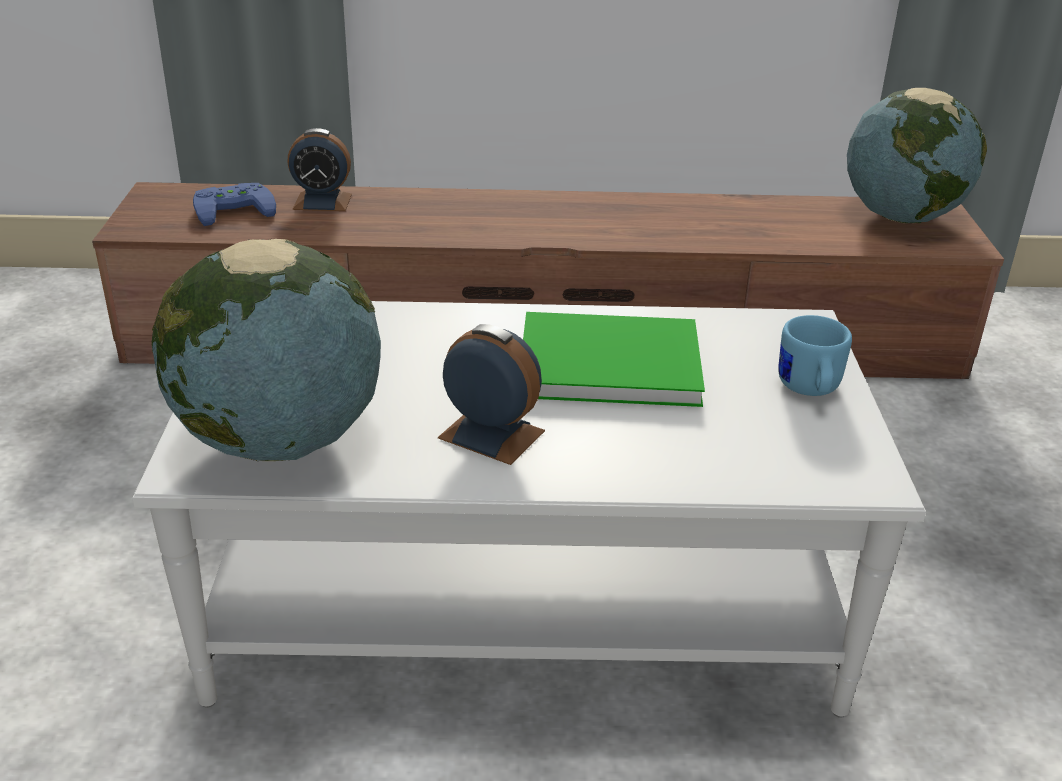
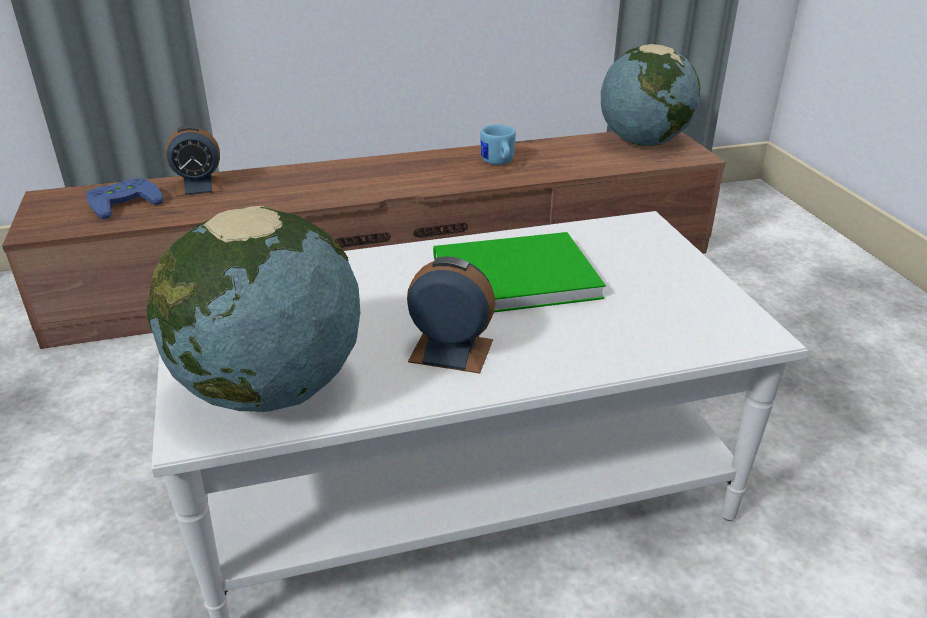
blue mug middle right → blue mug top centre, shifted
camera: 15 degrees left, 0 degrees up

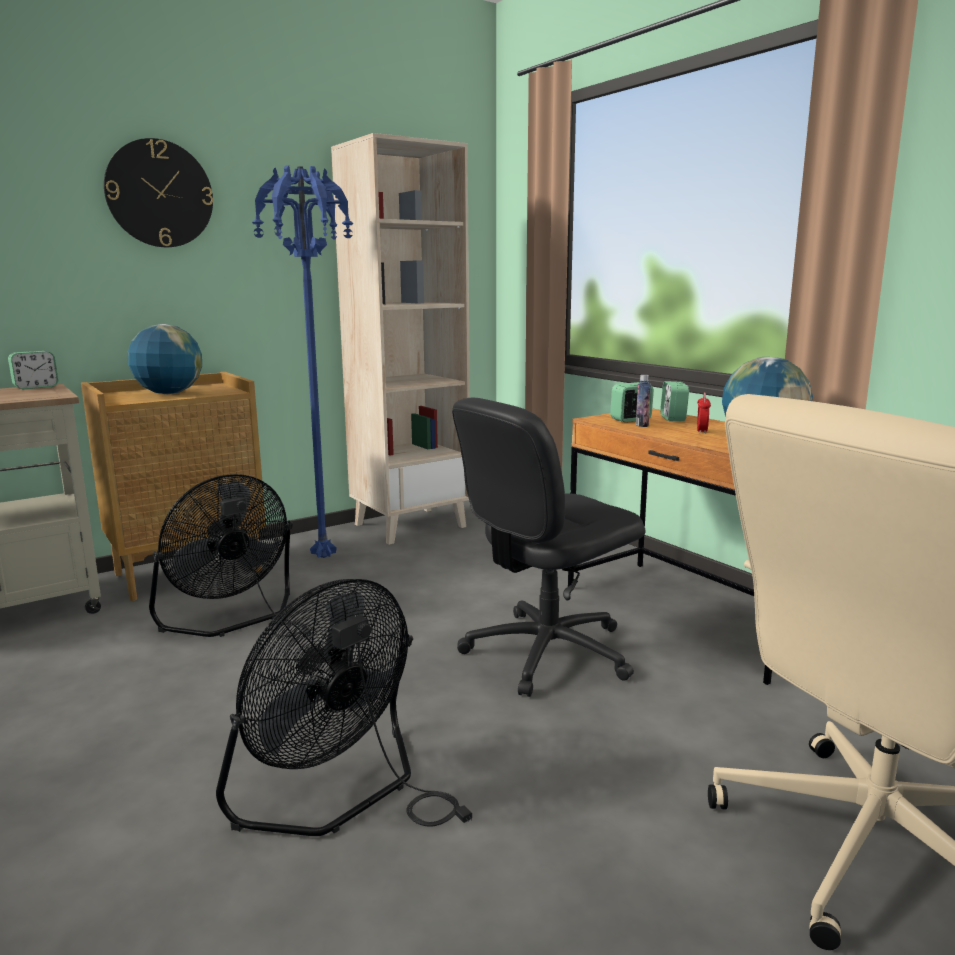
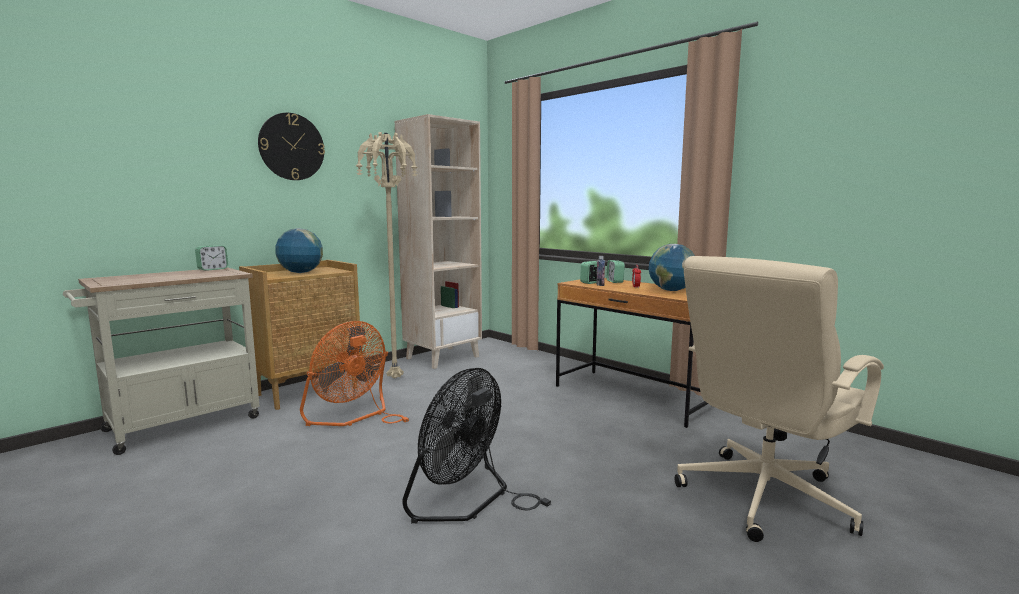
black office chair centre → -
black fan (no. 1 from left) middle left → orange fan centre
blue floor lamp middle left → beige floor lamp centre
camera: 10 degrees left, 5 degrees down

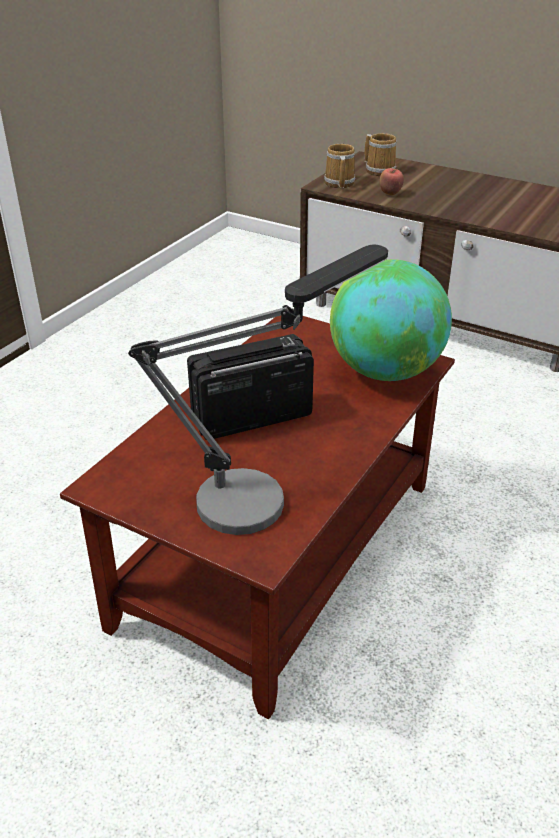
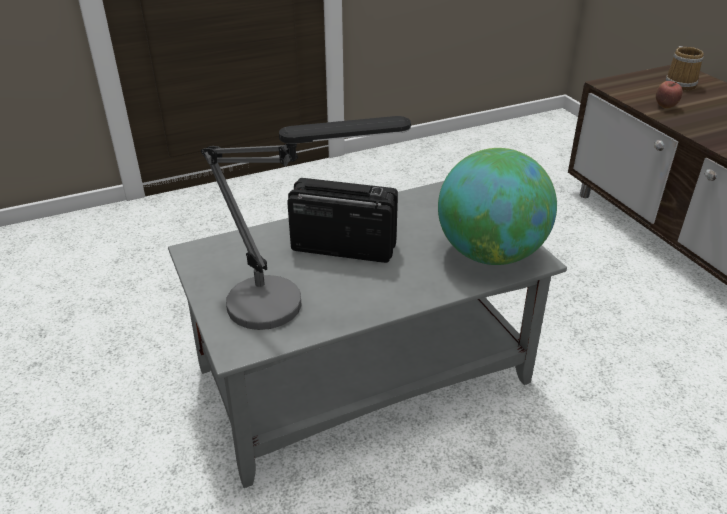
mug (no. 1 from left) top centre → -
brown coffee table centre → grey coffee table centre
camera: 35 degrees right, 0 degrees up

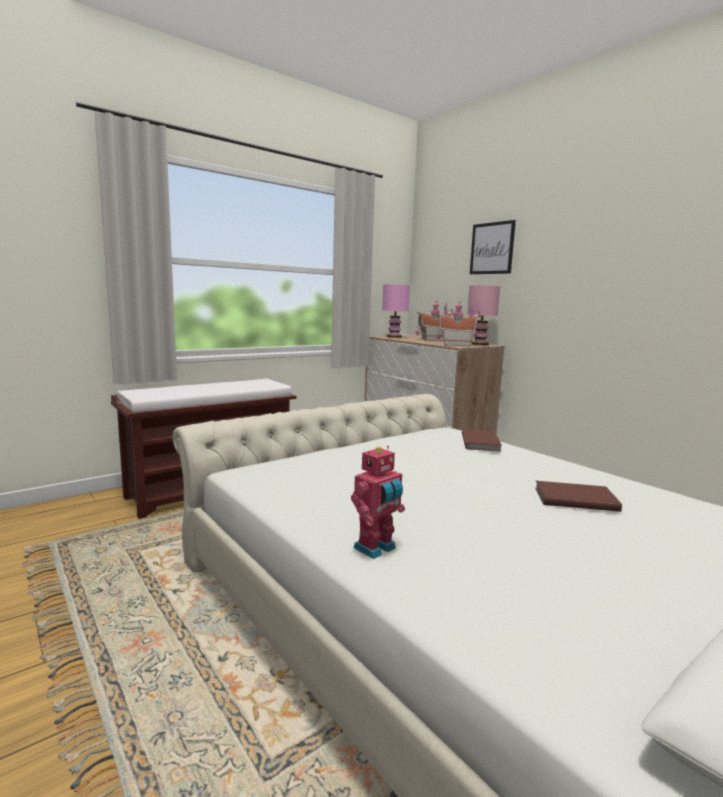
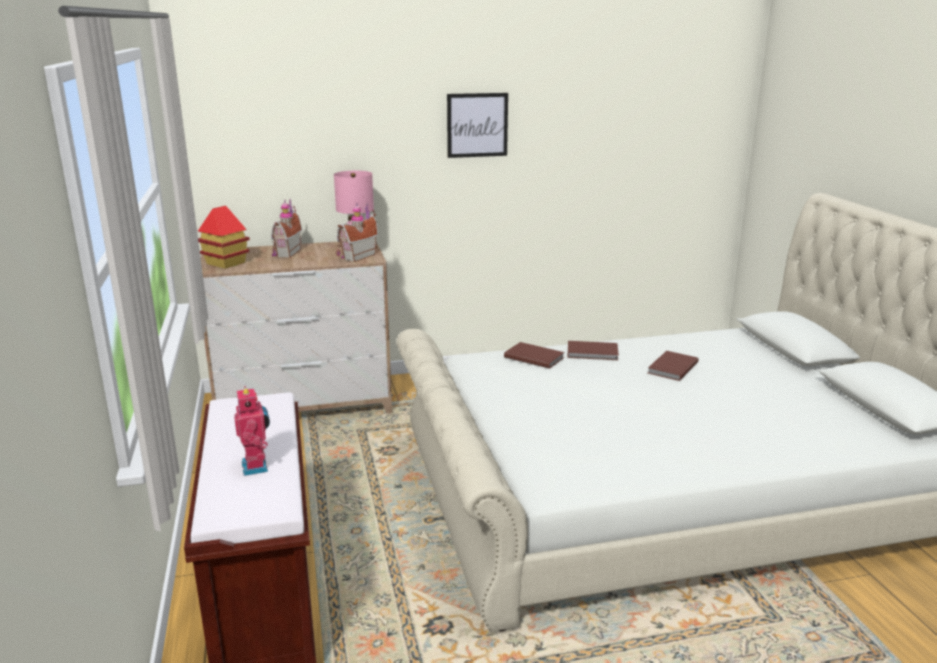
- → brown book (no. 2 from left) centre
toy robot centre → toy robot middle left, shifted
picture top right → picture top centre, shifted
pink table lamp (no. 1 from left) centre → toy house (no. 1 from left) middle left
camera: 65 degrees left, 10 degrees up

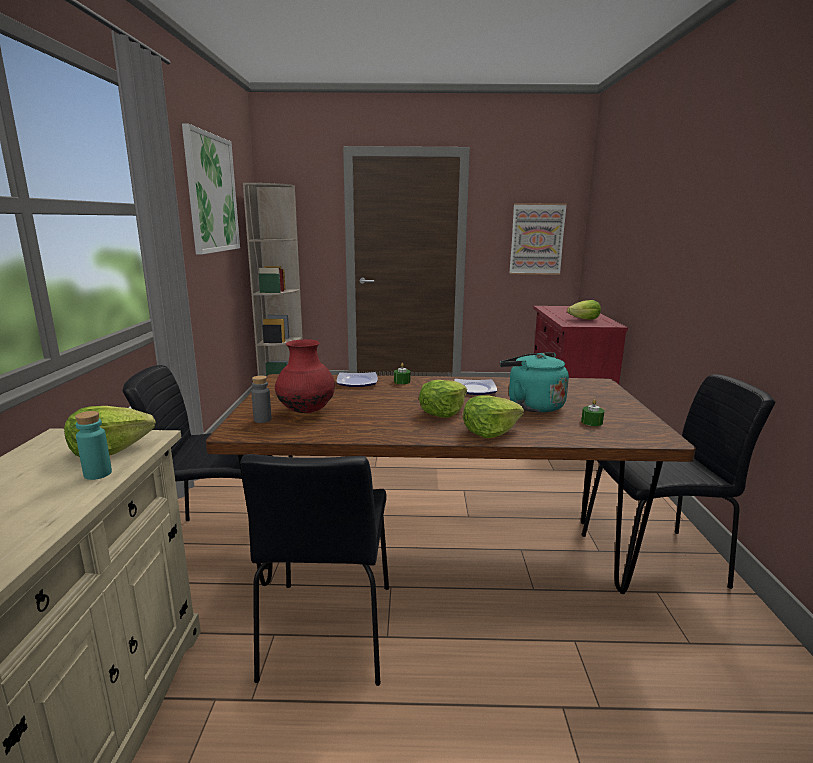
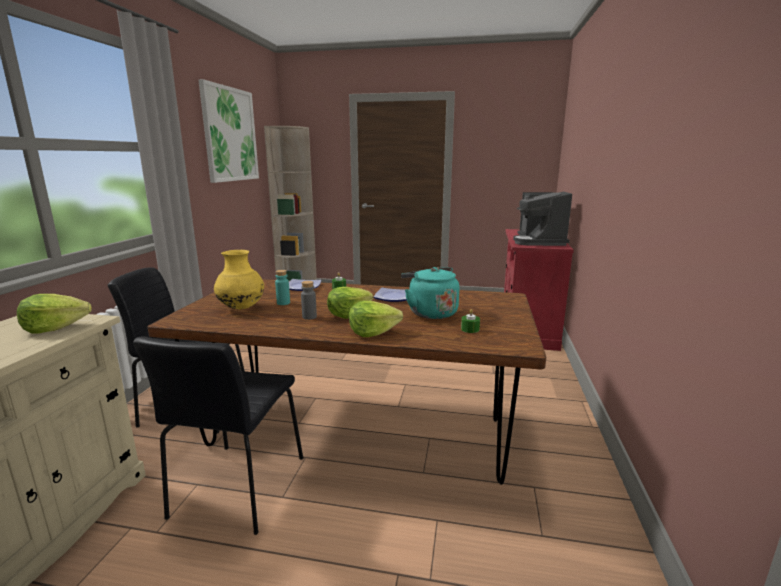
picture (no. 2 from left) top centre → -
black chair (no. 3 from left) middle right → -
turquoise bottle middle left → turquoise bottle centre, shifted
grey bottle middle left → grey bottle centre, shifted
lettuce (no. 4 from left) middle right → coffee machine middle right
red vase centre → yellow vase middle left
camera: 10 degrees right, 0 degrees up

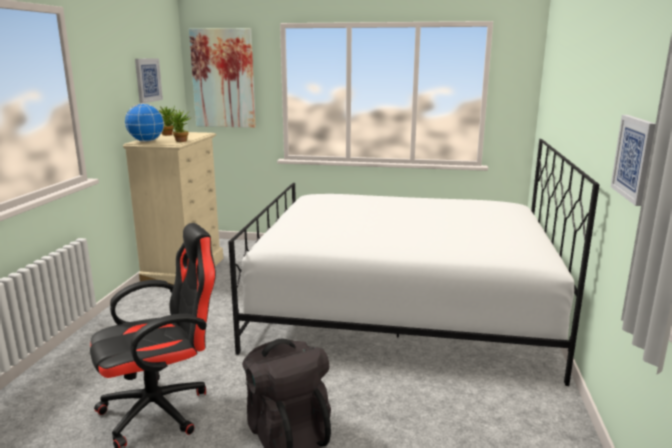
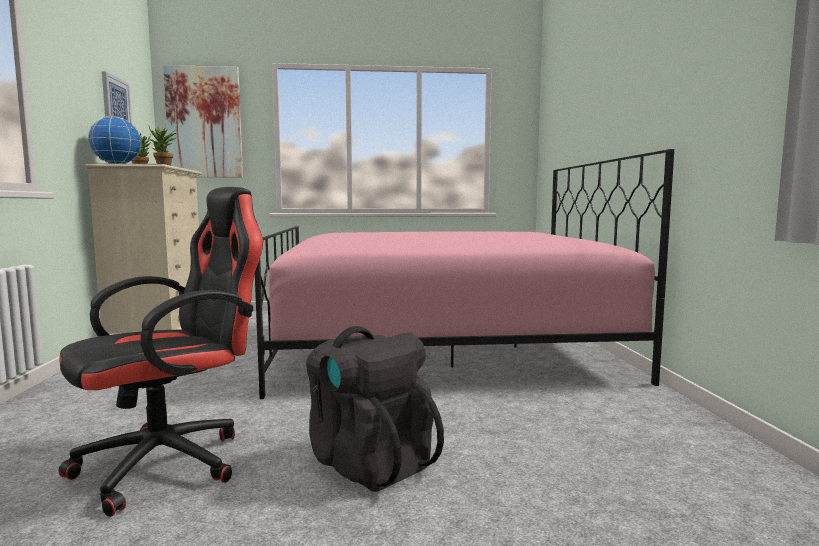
picture (no. 3 from left) middle right → -
white bed centre → pink bed centre
camera: 15 degrees left, 10 degrees down

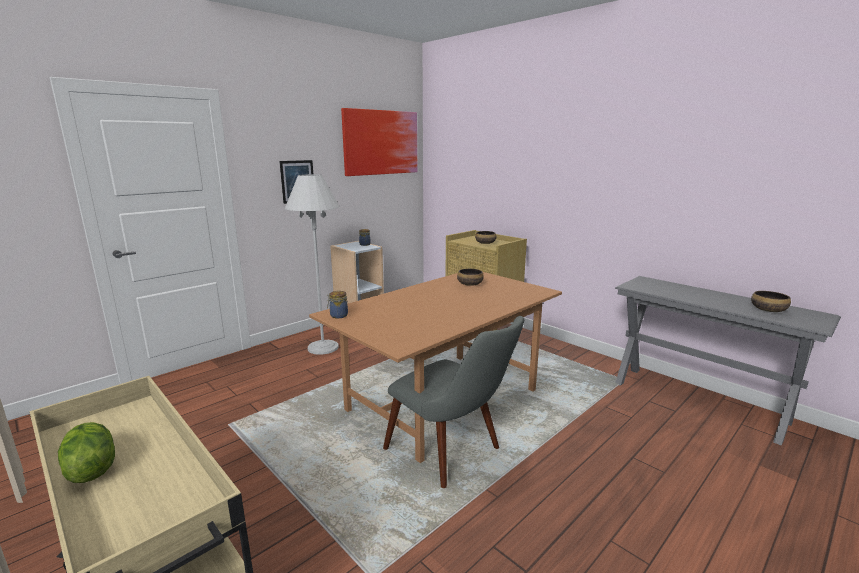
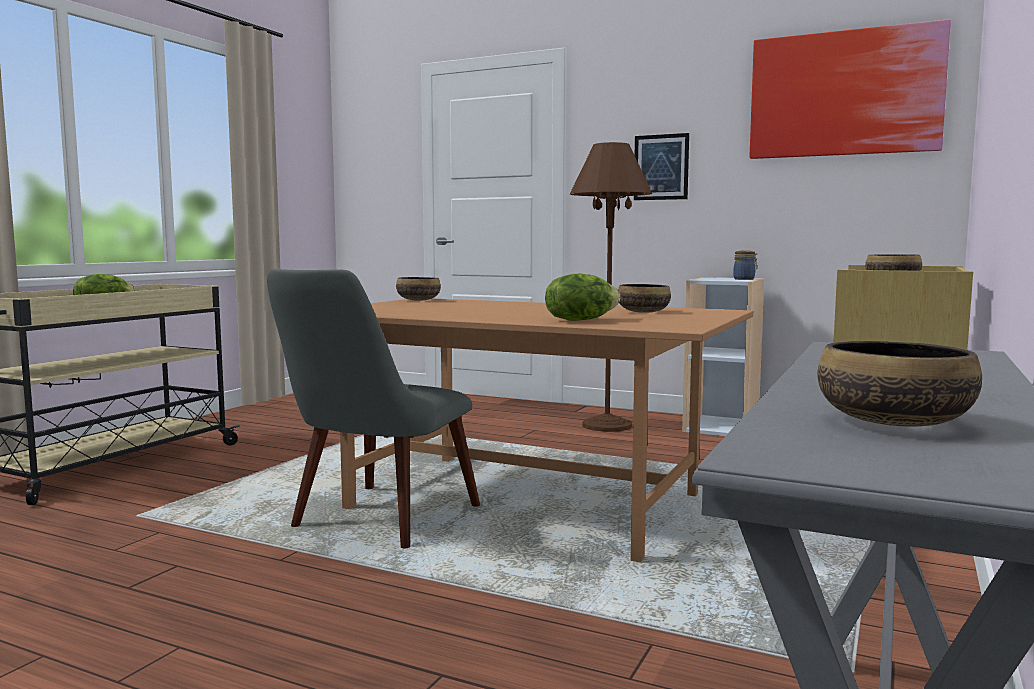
- → lettuce (no. 2 from left) centre
jar (no. 1 from left) centre → bowl (no. 1 from left) centre
white floor lamp centre → brown floor lamp centre
camera: 70 degrees right, 10 degrees down

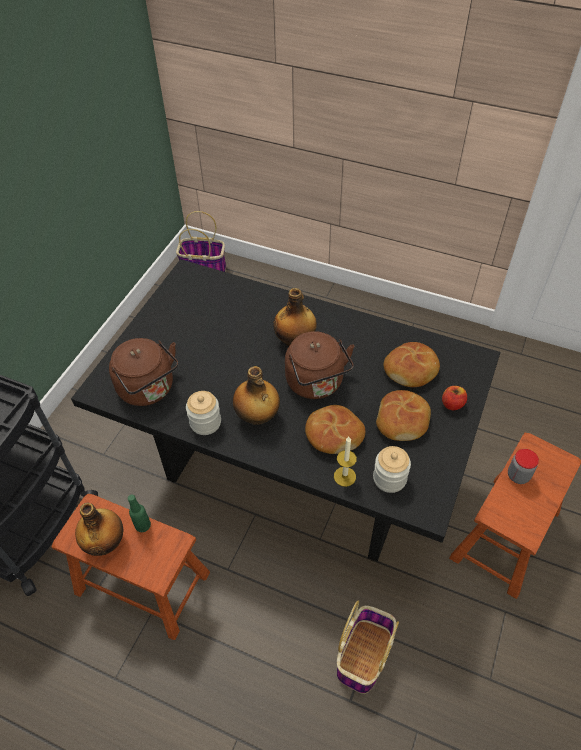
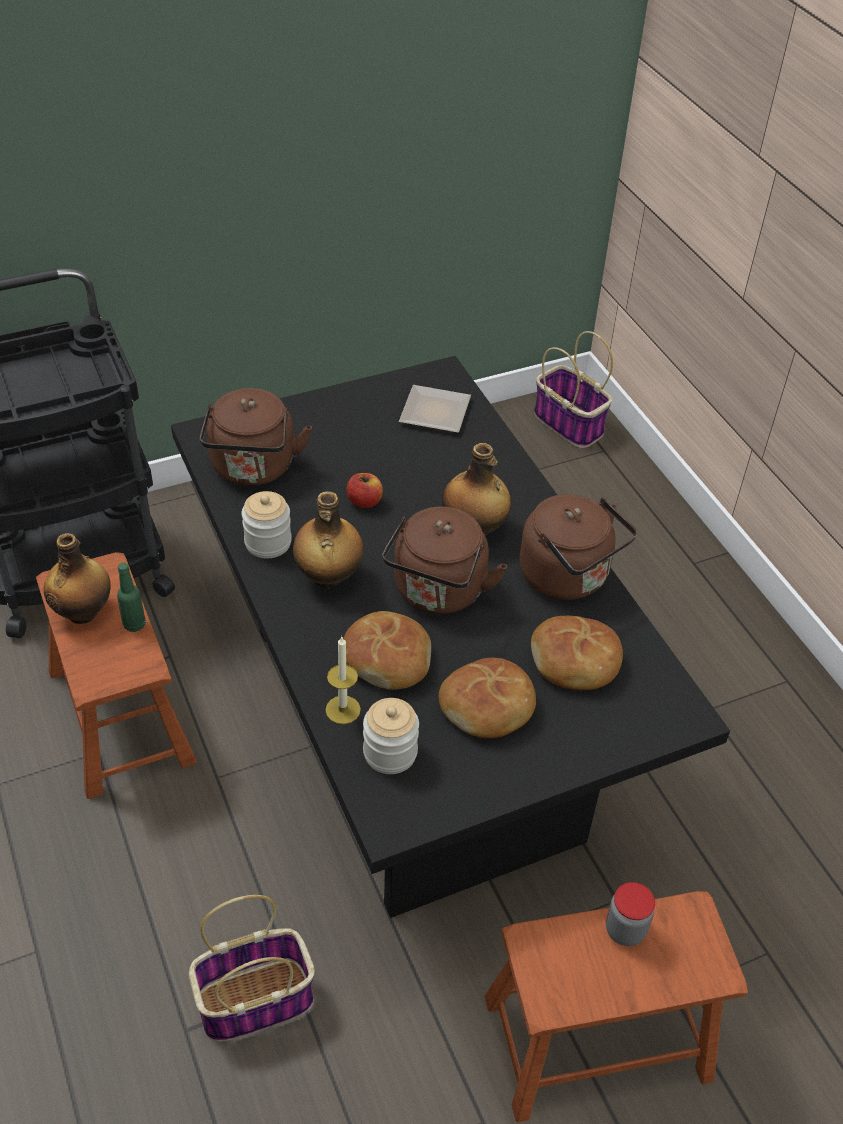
- → plate centre
- → brown kettle (no. 3 from left) middle right
apple middle right → apple centre, shifted
camera: 40 degrees right, 5 degrees down

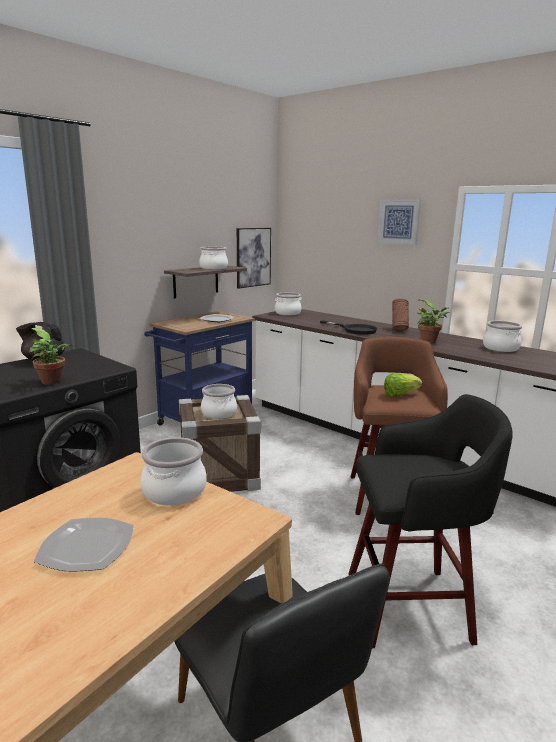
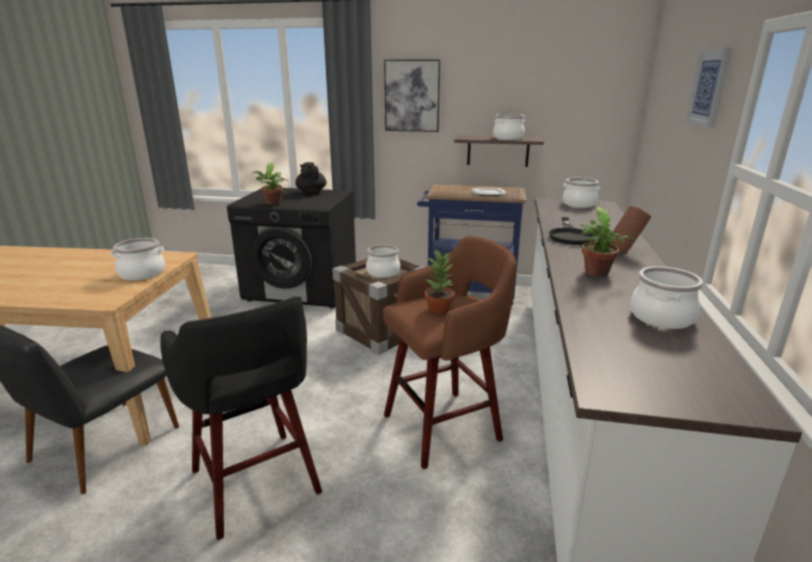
plate (no. 1 from left) bottom left → -
picture (no. 1 from left) centre → picture (no. 1 from left) top centre, shifted
lettuce middle right → potted plant (no. 2 from left) centre
camera: 60 degrees right, 5 degrees up

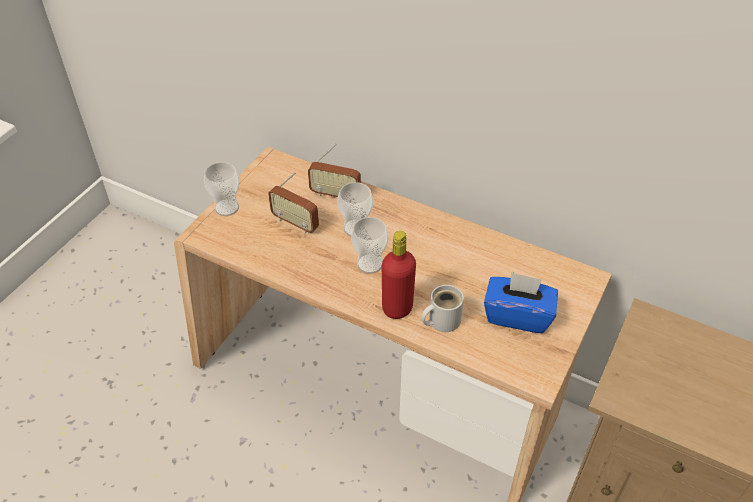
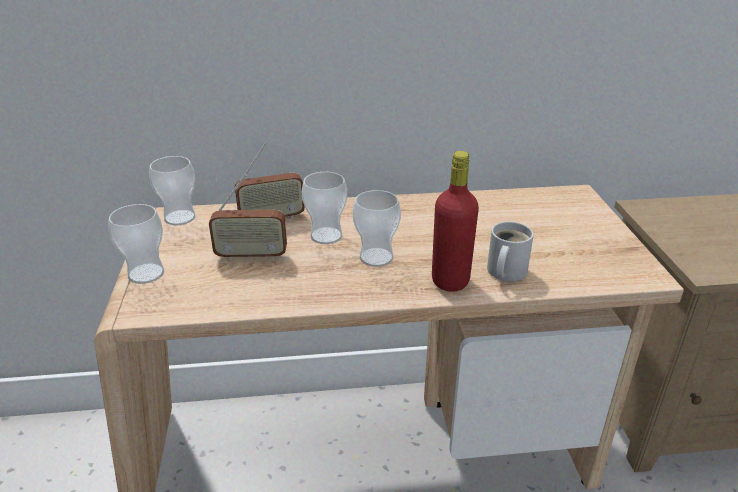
blue tissue box middle right → -
- → cup (no. 2 from left) middle left
camera: 35 degrees left, 15 degrees down

